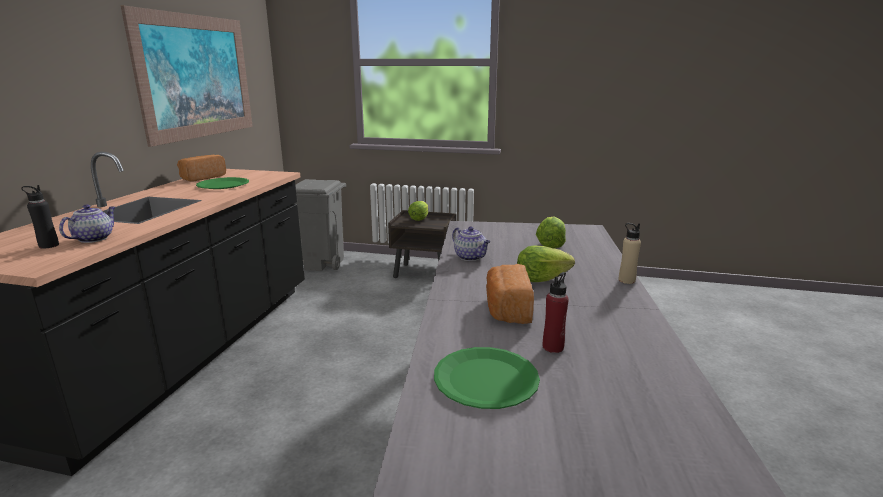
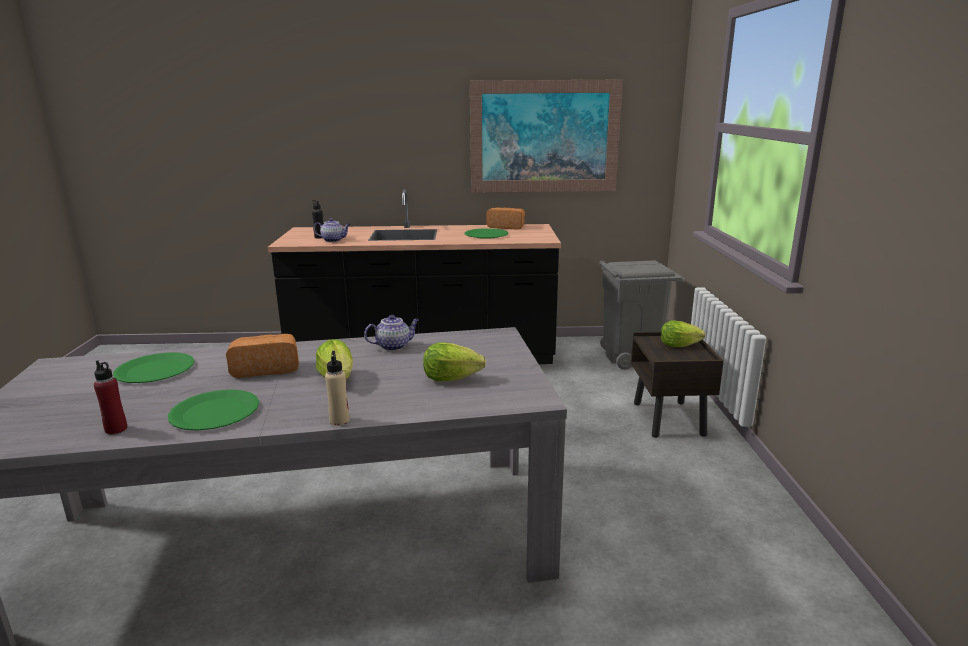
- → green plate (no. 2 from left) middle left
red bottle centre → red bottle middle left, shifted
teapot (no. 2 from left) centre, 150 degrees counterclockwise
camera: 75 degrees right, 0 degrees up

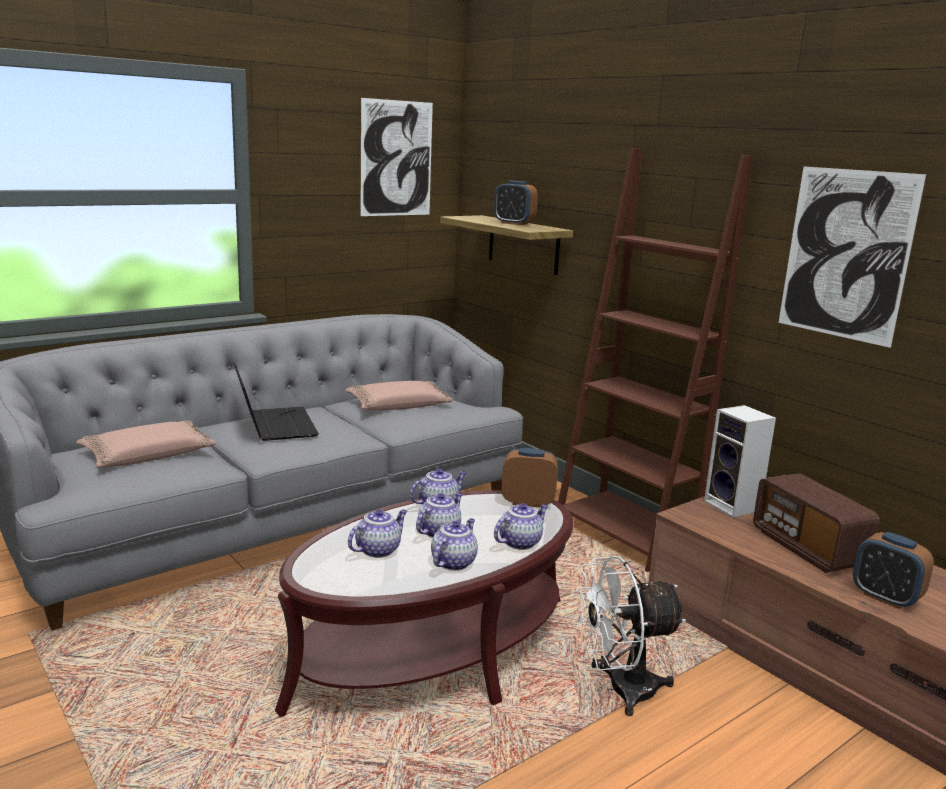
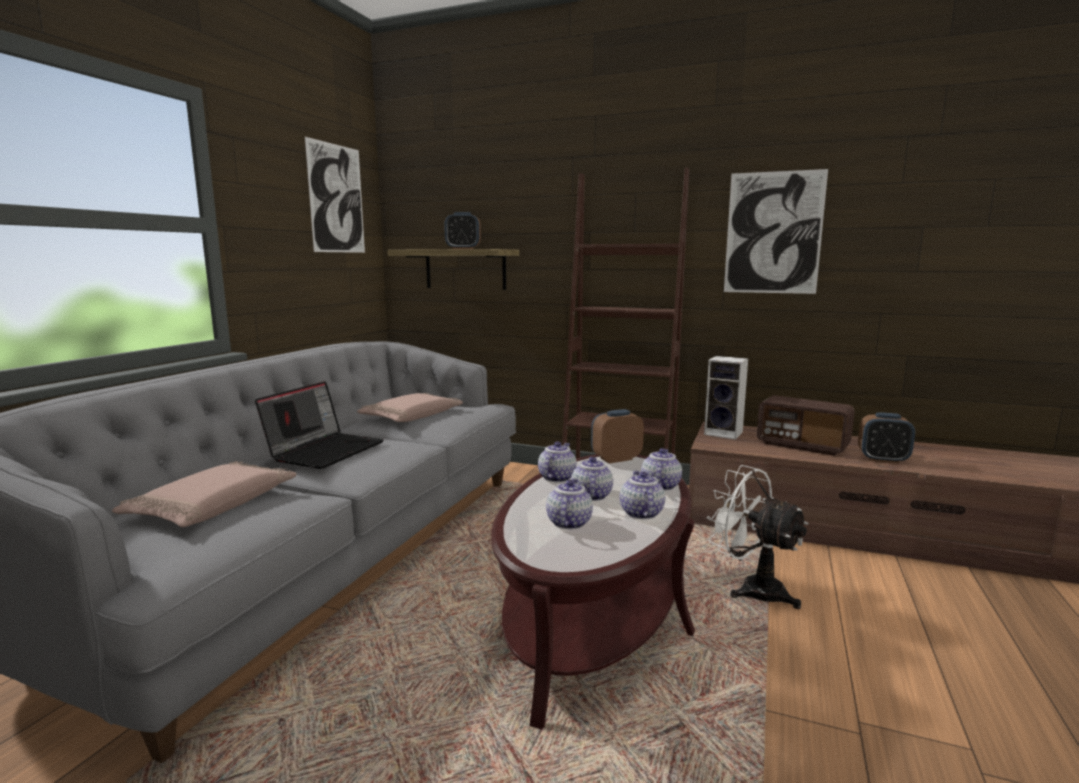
laptop middle left, 75 degrees clockwise
white fan bottom right, 90 degrees clockwise
camera: 30 degrees left, 5 degrees down

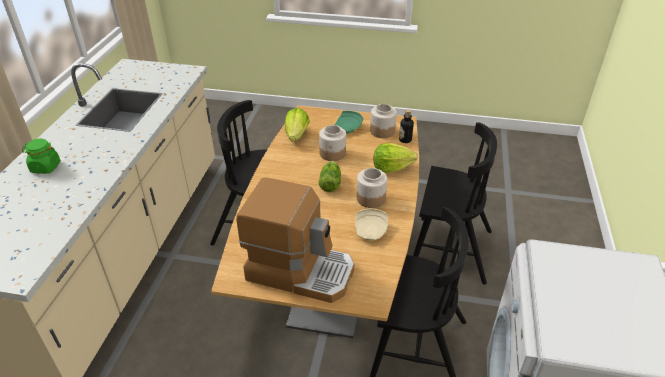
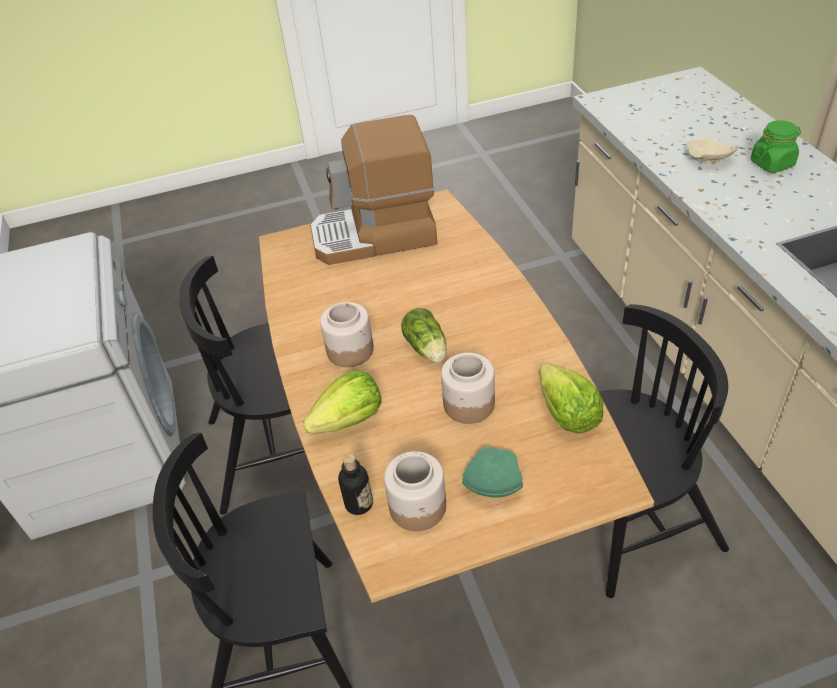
beige plate centre → beige plate top right, shifted
camera: 155 degrees right, 5 degrees up

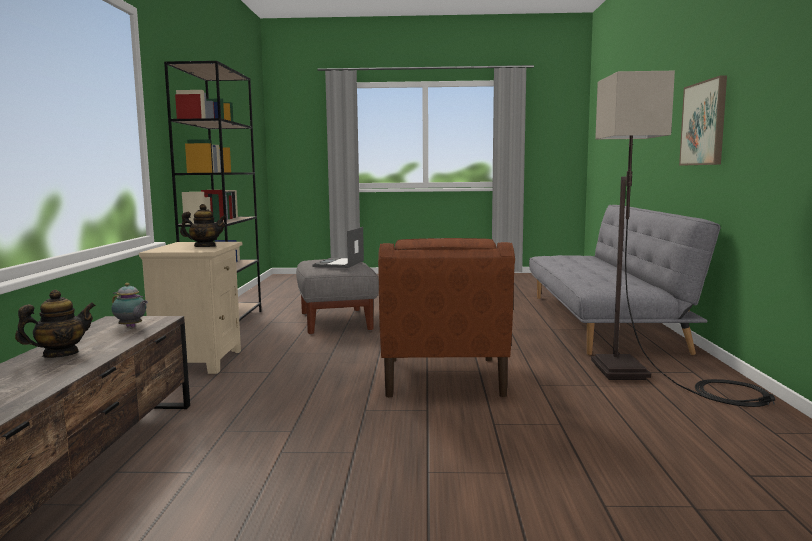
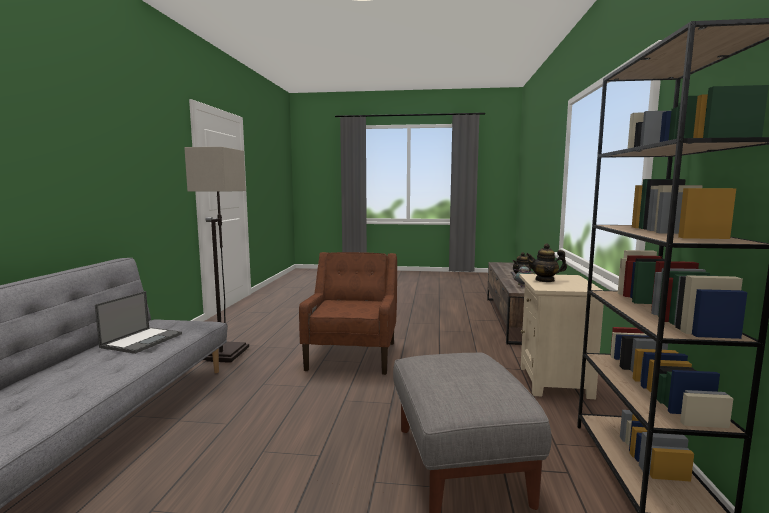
picture top right → -
laptop centre → laptop middle left, shifted
camera: 175 degrees left, 0 degrees up

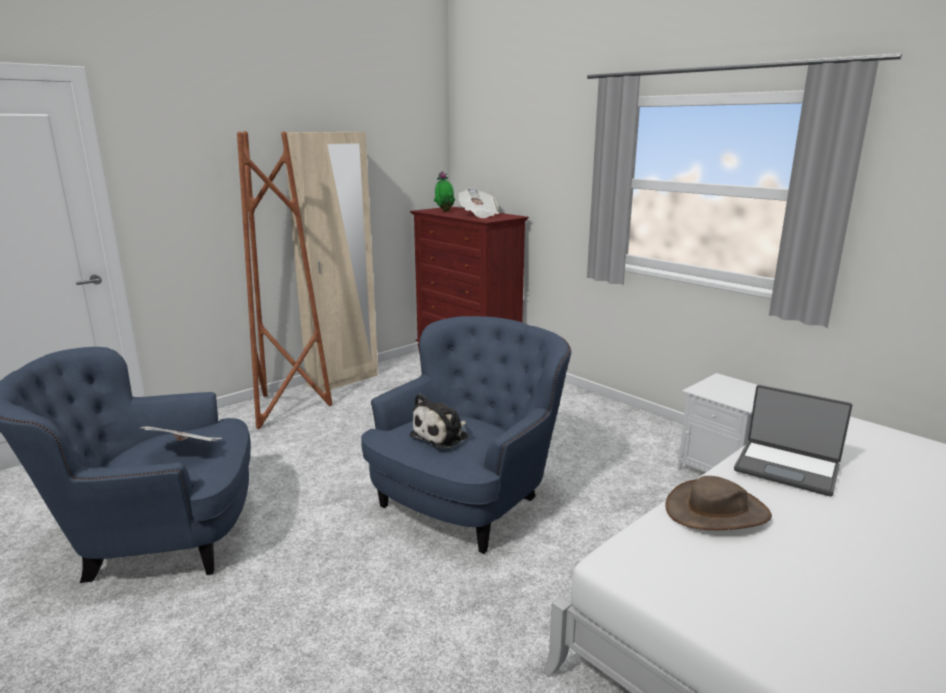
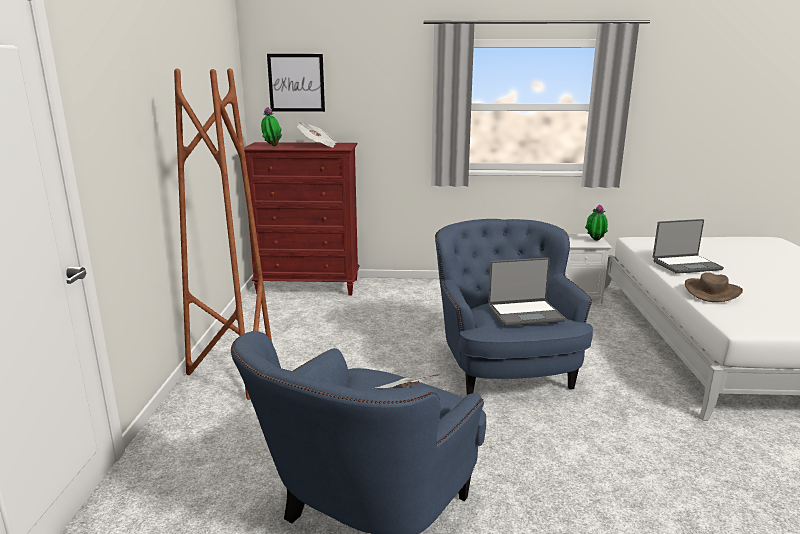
beige wardrobe centre → -
- → picture top centre
- → potted plant (no. 2 from left) middle right
plush toy centre → laptop (no. 1 from left) centre
camera: 45 degrees left, 0 degrees up

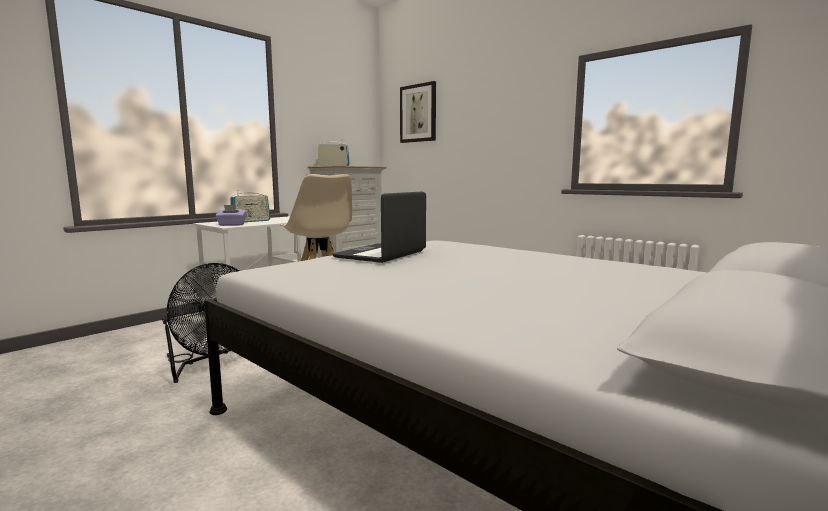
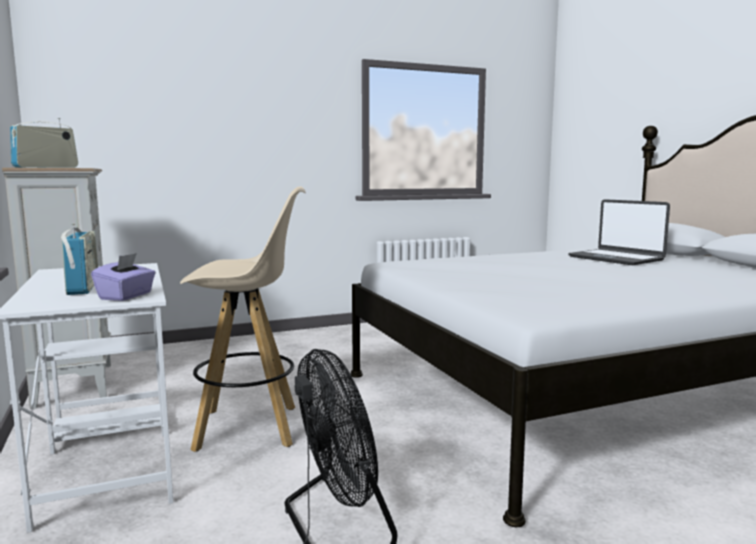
picture top centre → -
laptop centre → laptop middle right, shifted
camera: 65 degrees left, 0 degrees up

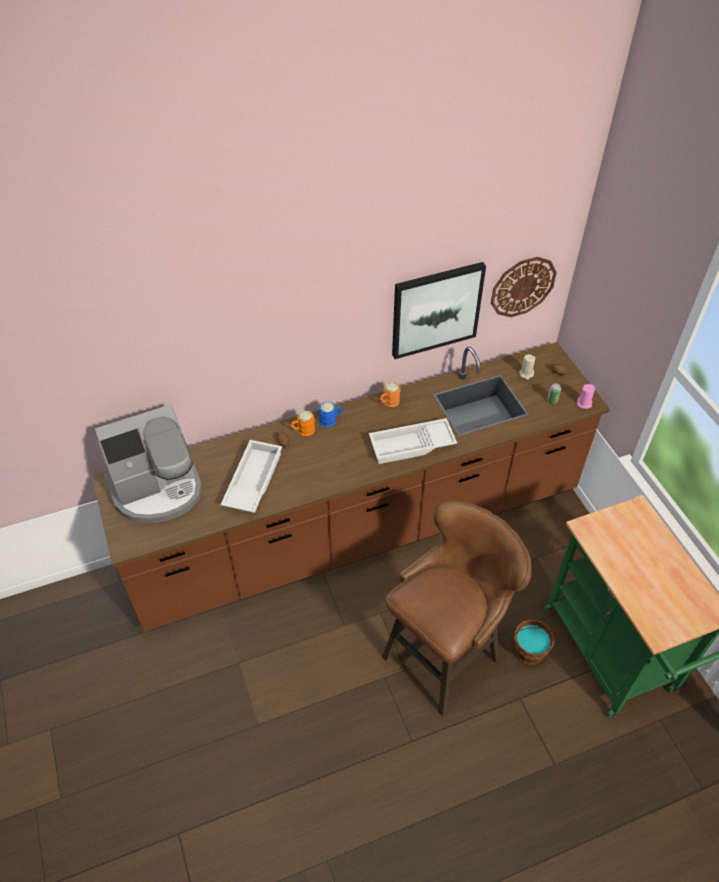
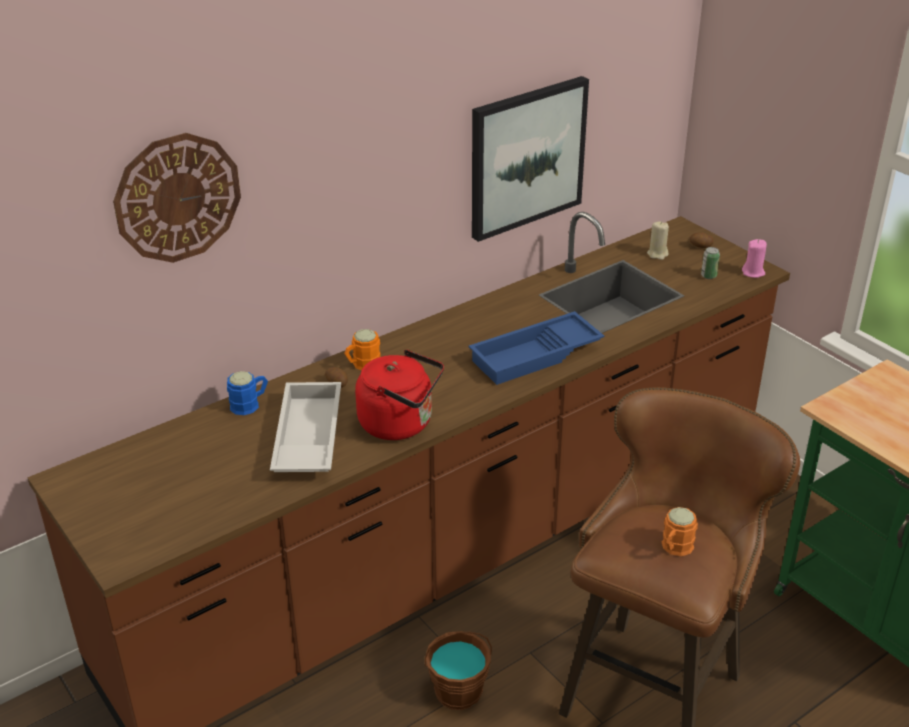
coffee machine middle left → -
- → red kettle centre
blue mug centre → blue mug middle left, shifted
orange mug (no. 2 from left) centre → orange mug (no. 2 from left) bottom right, shifted
wall clock top right → wall clock top left, shifted
brown bucket bottom right → brown bucket bottom centre, shifted
white tray (no. 2 from left) centre → blue tray centre
camera: 15 degrees left, 15 degrees down

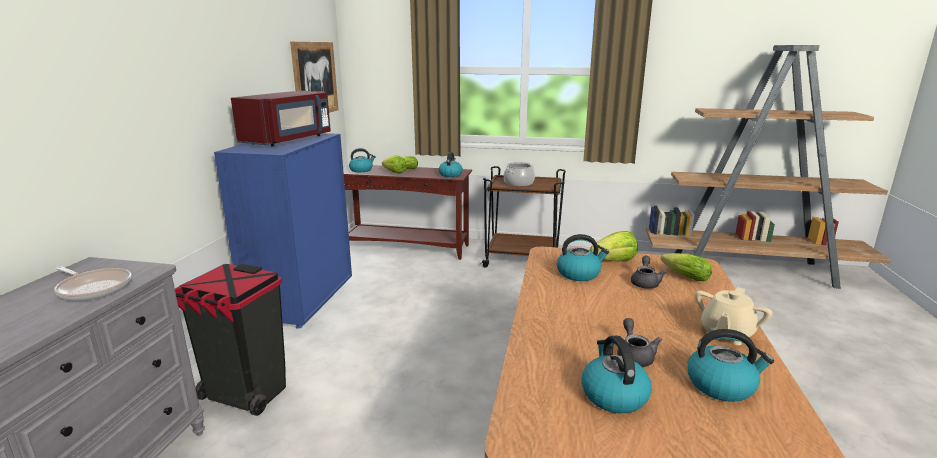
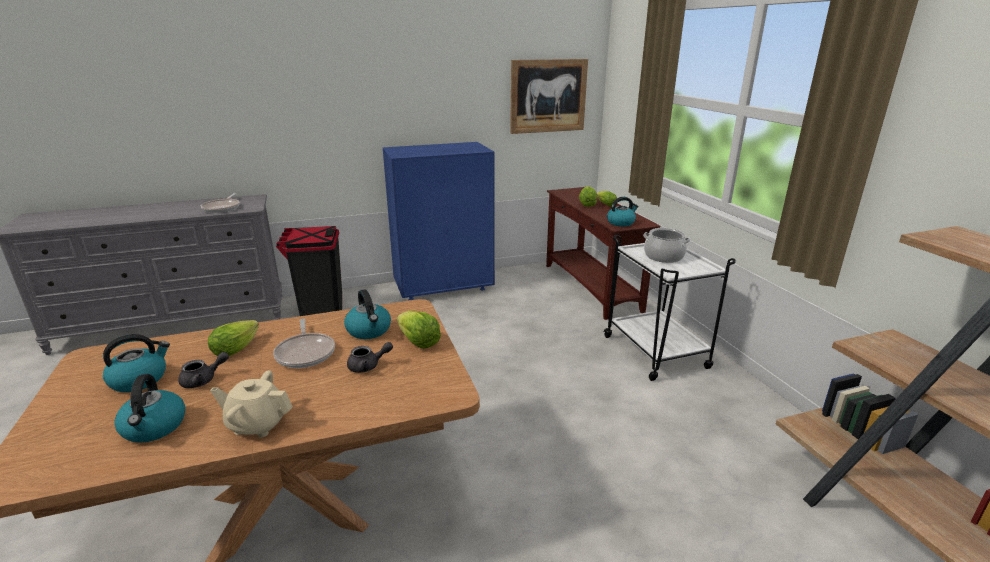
red microwave top left → -
kettle (no. 1 from left) centre → -
- → frying pan (no. 2 from left) middle left
lettuce (no. 4 from left in the first image) middle right → lettuce (no. 1 from left) middle left, shifted
brown cart centre → white cart middle right
camera: 60 degrees right, 5 degrees up

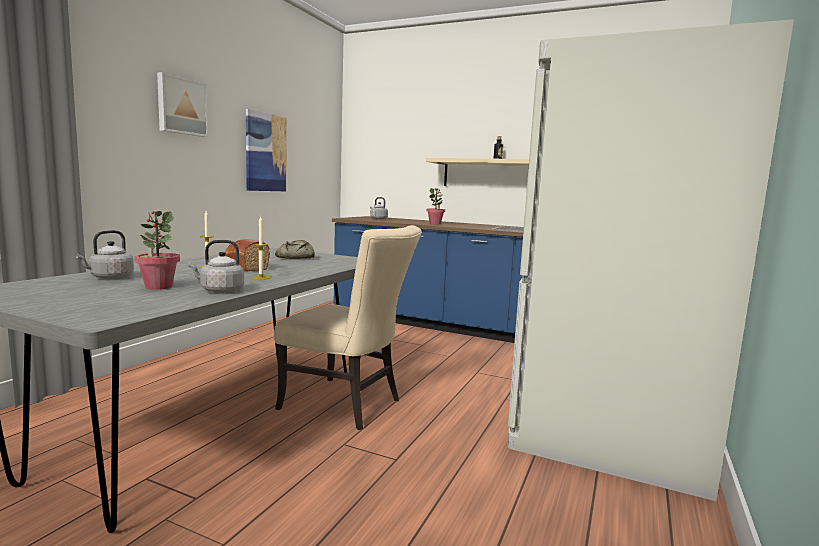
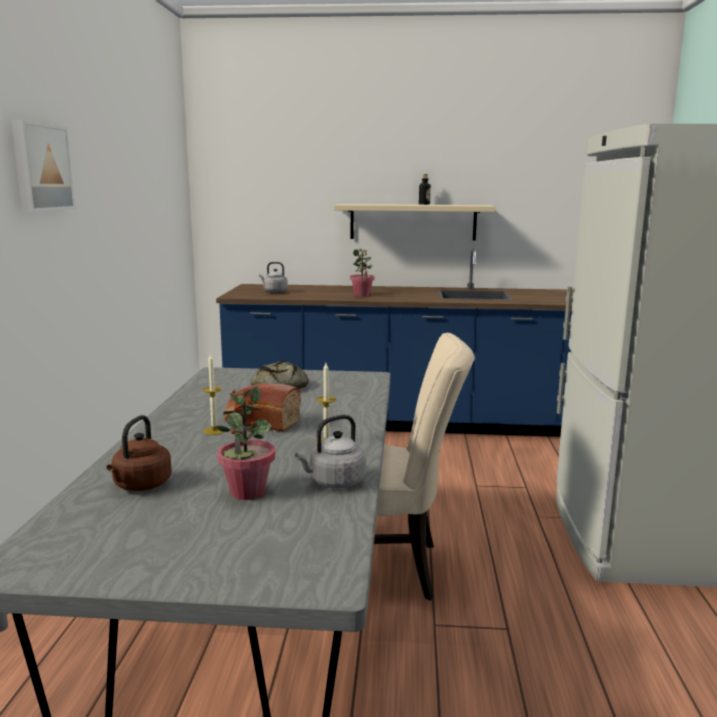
picture (no. 2 from left) top left → -
grey kettle (no. 1 from left) middle left → brown kettle middle left
camera: 20 degrees left, 5 degrees up

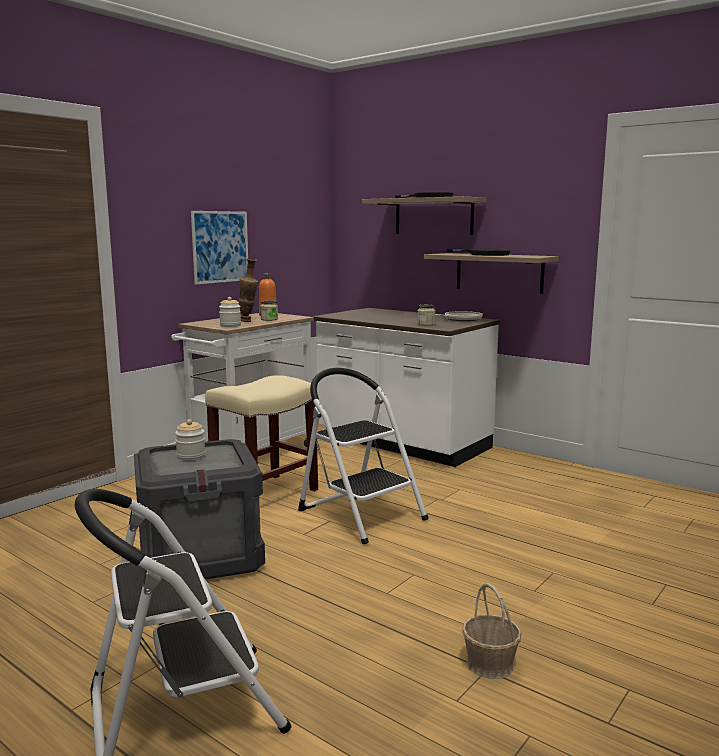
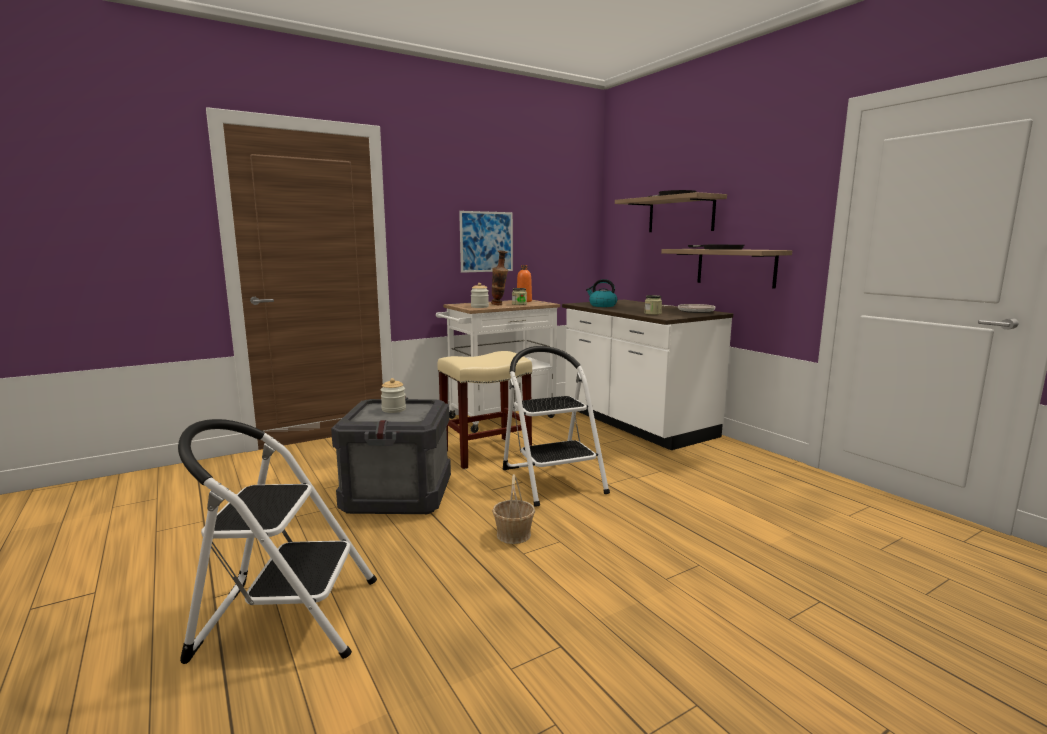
- → kettle centre
basket bottom right → basket bottom centre, shifted
camera: 20 degrees right, 0 degrees up

